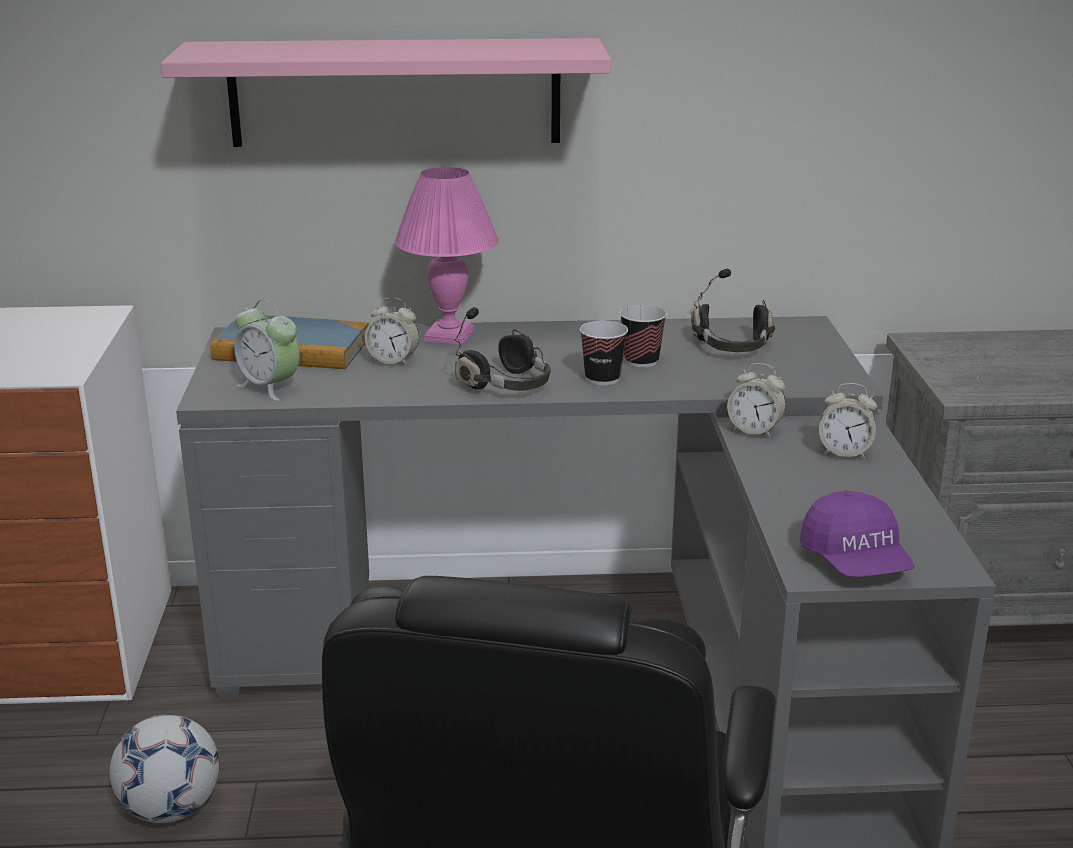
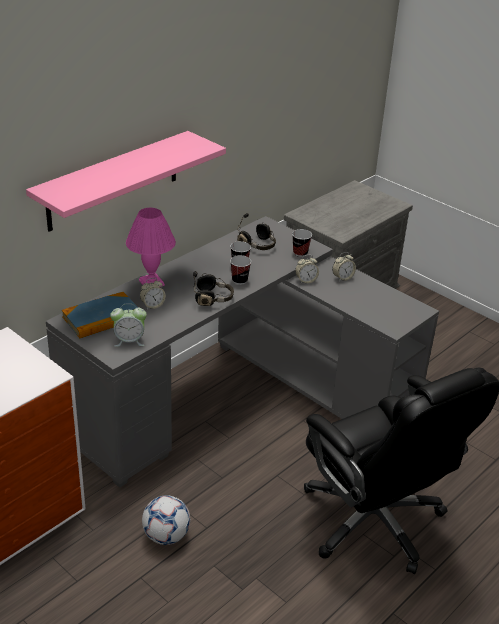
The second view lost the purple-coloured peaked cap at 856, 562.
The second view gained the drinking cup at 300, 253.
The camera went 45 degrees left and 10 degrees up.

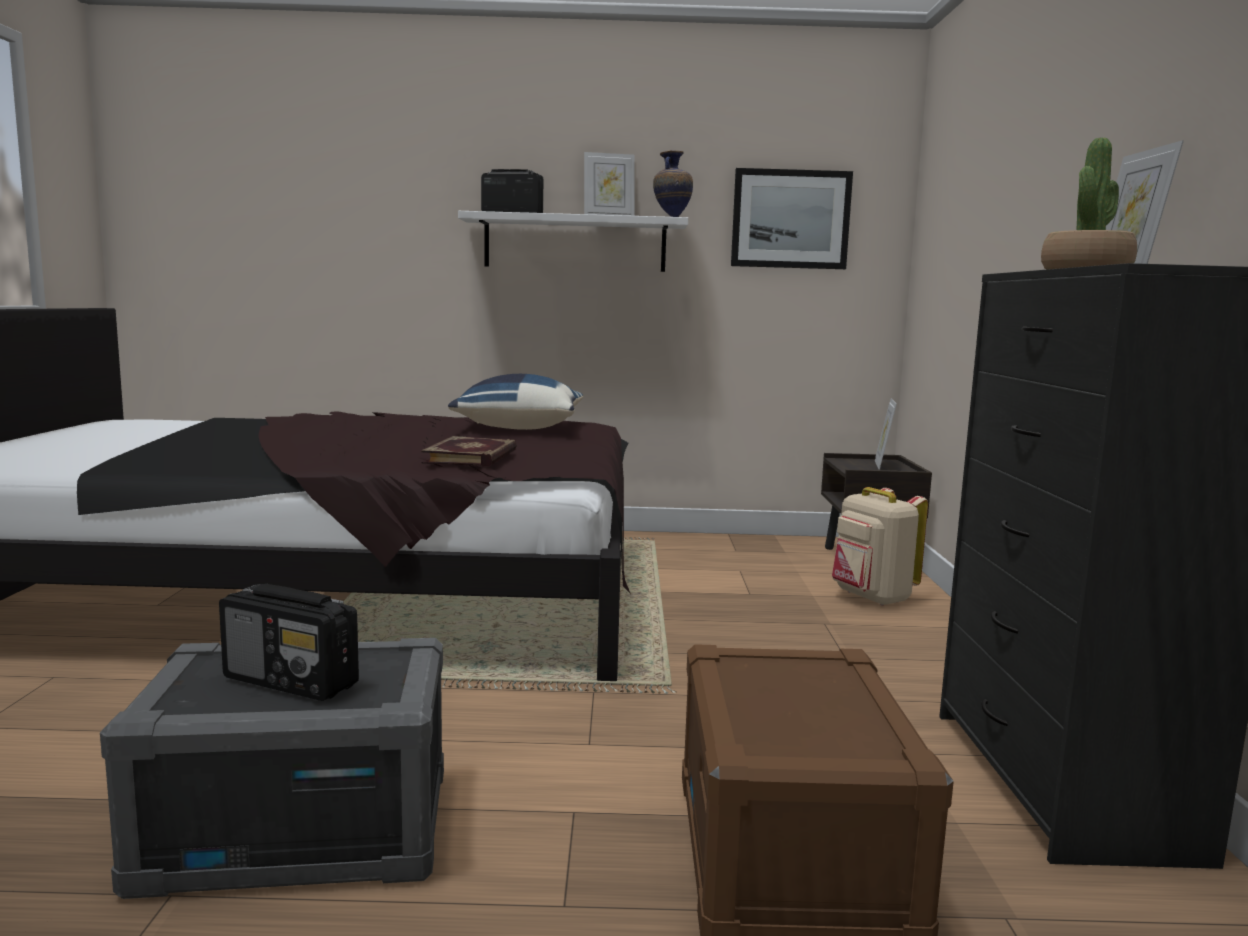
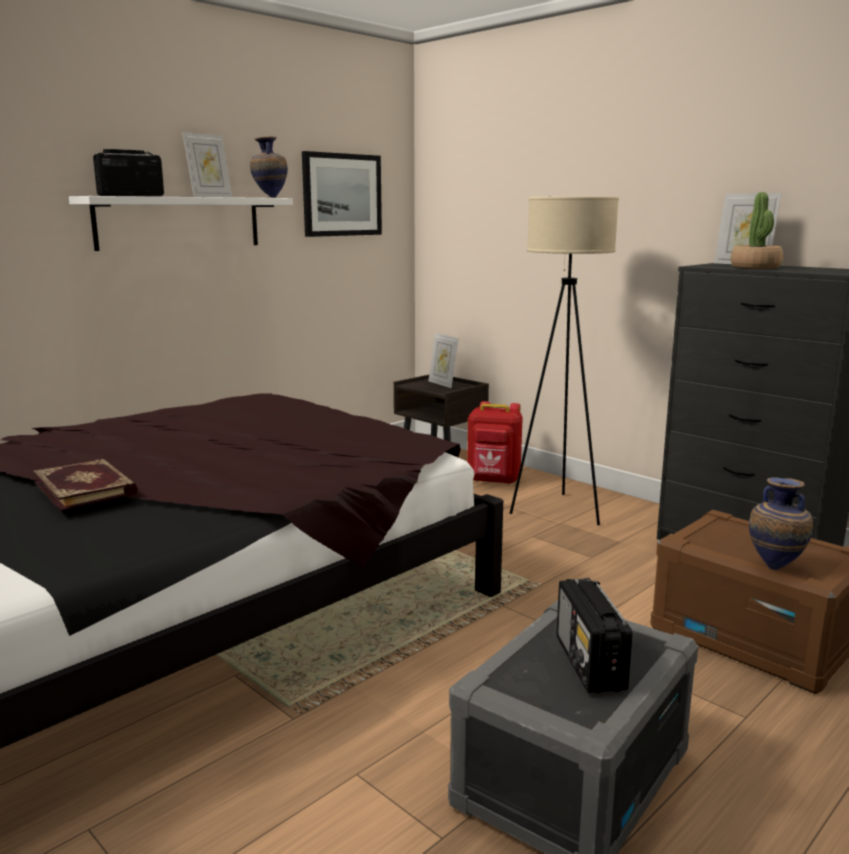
The second view lost the bluish pillow at 518, 428.
The second view gained the sand-coloured standard lamp at 558, 511.
The second view gained the decorative vase at 775, 567.
The volume ended up elsewhere, having gone from 472, 456 to 87, 488.
What was the sand-coloured knapsack at 871, 598 turned into the red knapsack at 494, 481.
The radio set at 291, 682 ended up facing another way, 105 degrees clockwise from before.
The camera went 45 degrees left and 5 degrees up.

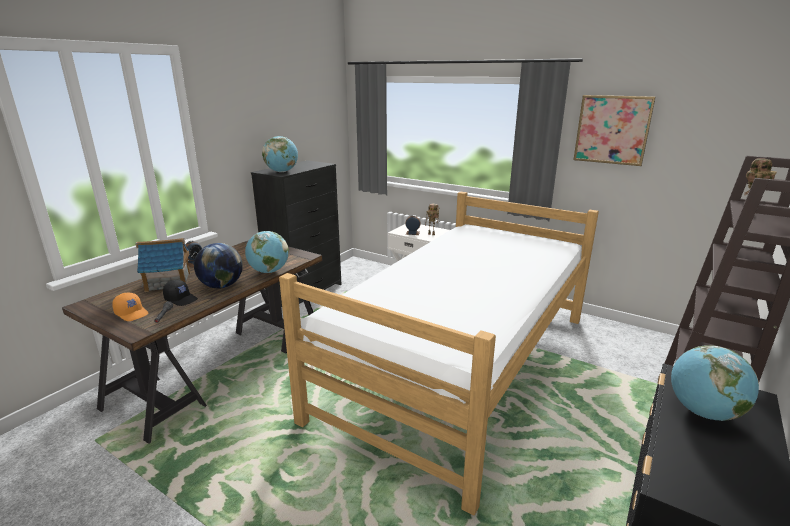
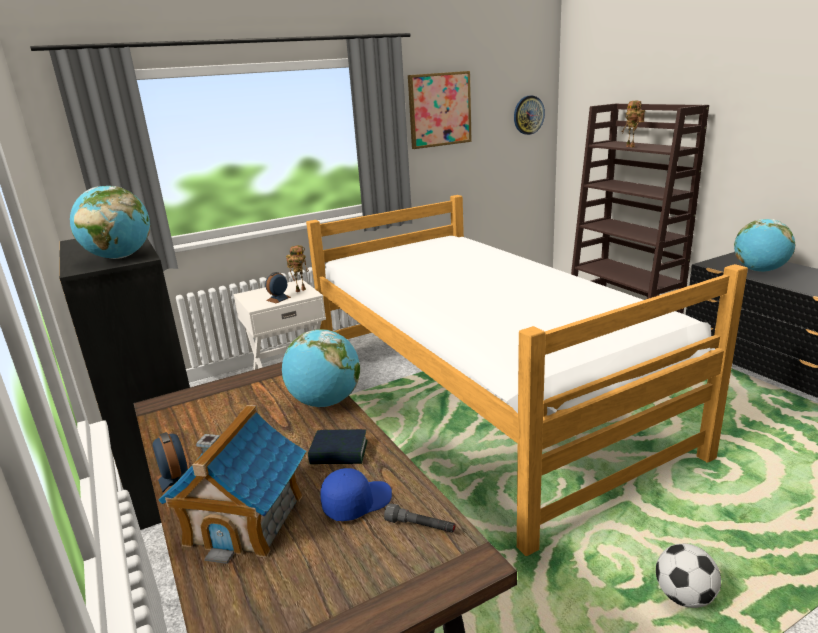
The second view lost the orange-coloured peaked cap at 132, 313.
The second view gained the clock on the wall at 528, 115.
The second view gained the football at 683, 596.
Where the world globe stood at 221, 286, the volume came to stand at 339, 453.
What was the black peaked cap at 181, 299 turned into the bluish peaked cap at 357, 502.
The camera went 60 degrees left and 0 degrees up.

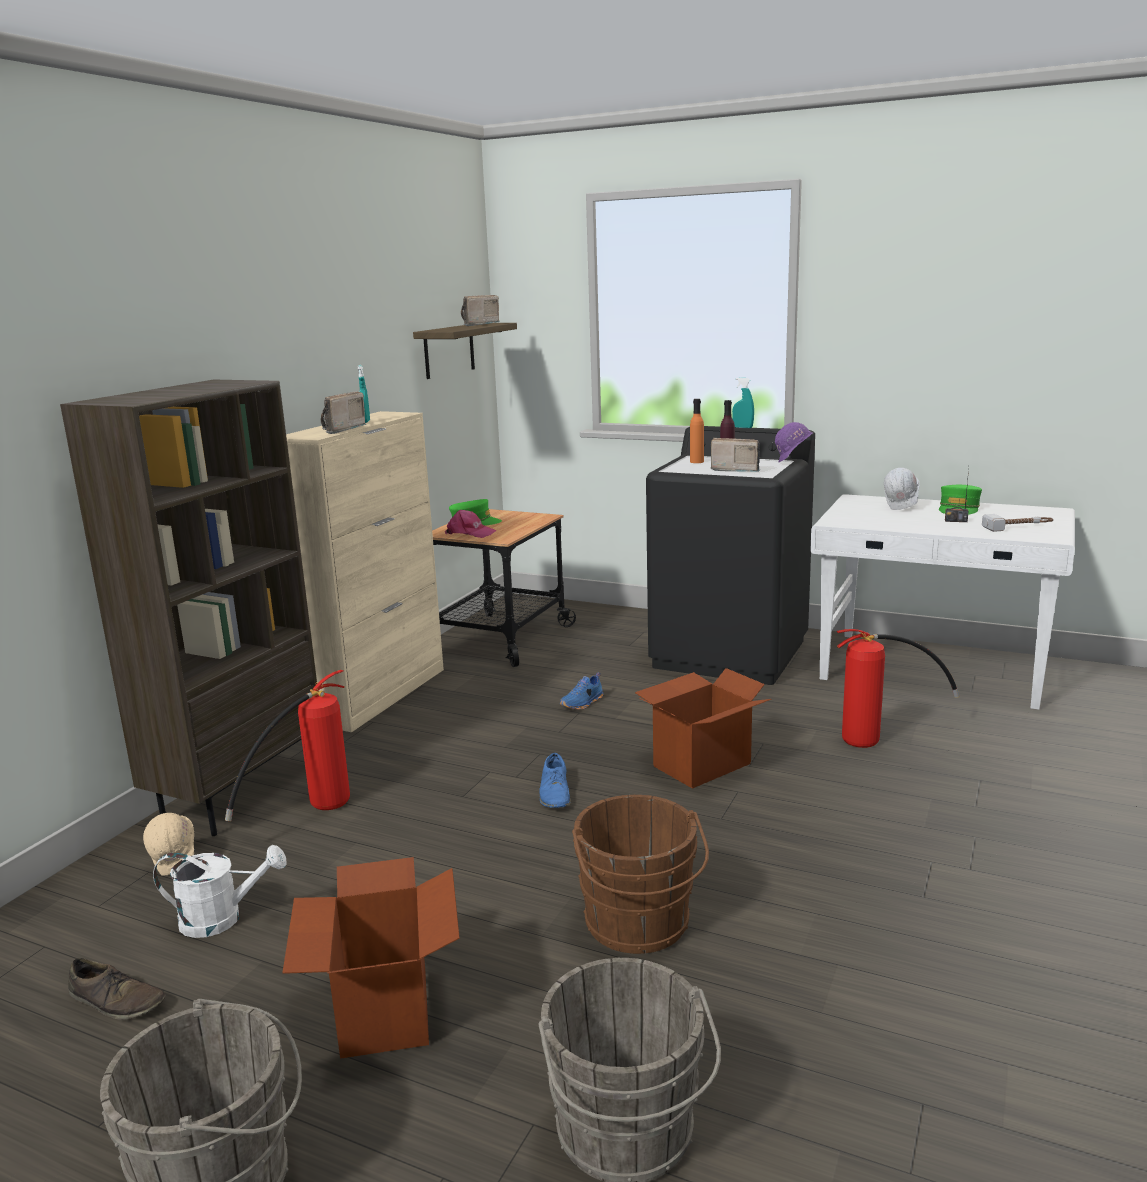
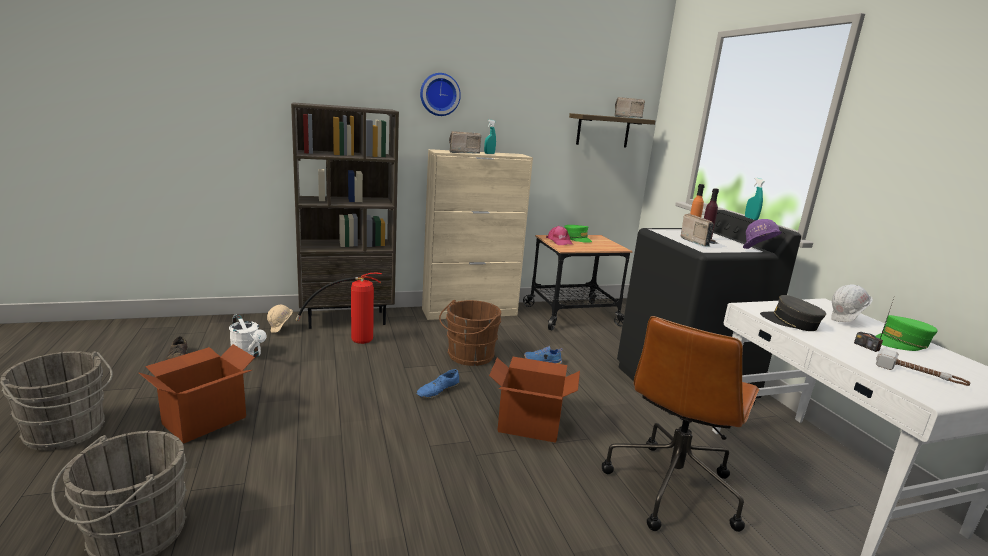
The second view gained the clock on the wall at 439, 94.
The second view gained the grey peaked cap at 790, 322.
The brown-coloured bucket ended up elsewhere, having gone from 638, 926 to 468, 356.
Where the fire extinguisher stood at 880, 738, the brown-coloured desk chair came to stand at 672, 487.
The camera went 45 degrees right and 0 degrees up.

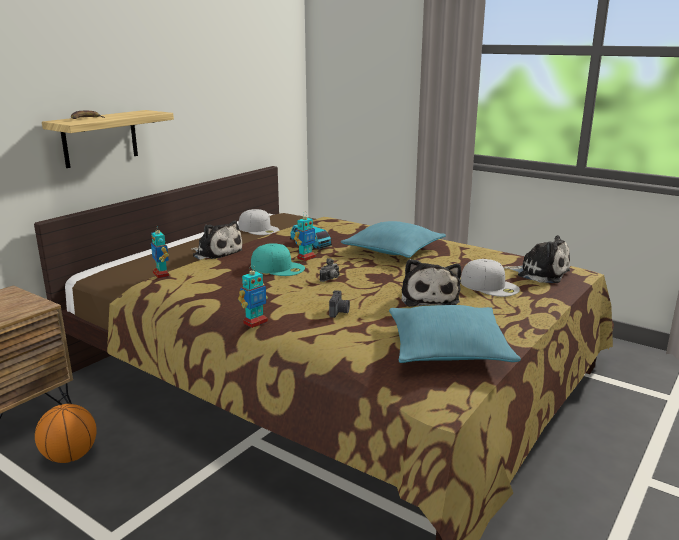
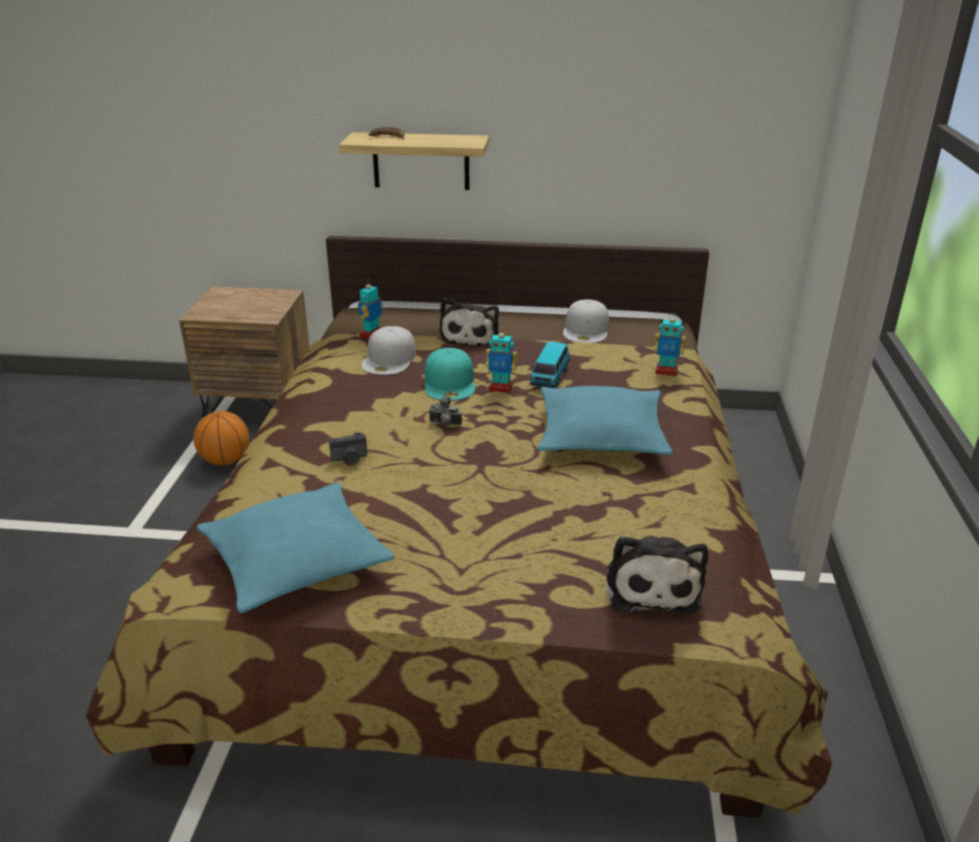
The second view lost the cuddly toy at 429, 297.
The model robot ended up elsewhere, having gone from 255, 322 to 666, 371.
The whitish peaked cap ended up elsewhere, having gone from 490, 285 to 390, 359.
The camera went 60 degrees right and 10 degrees up.

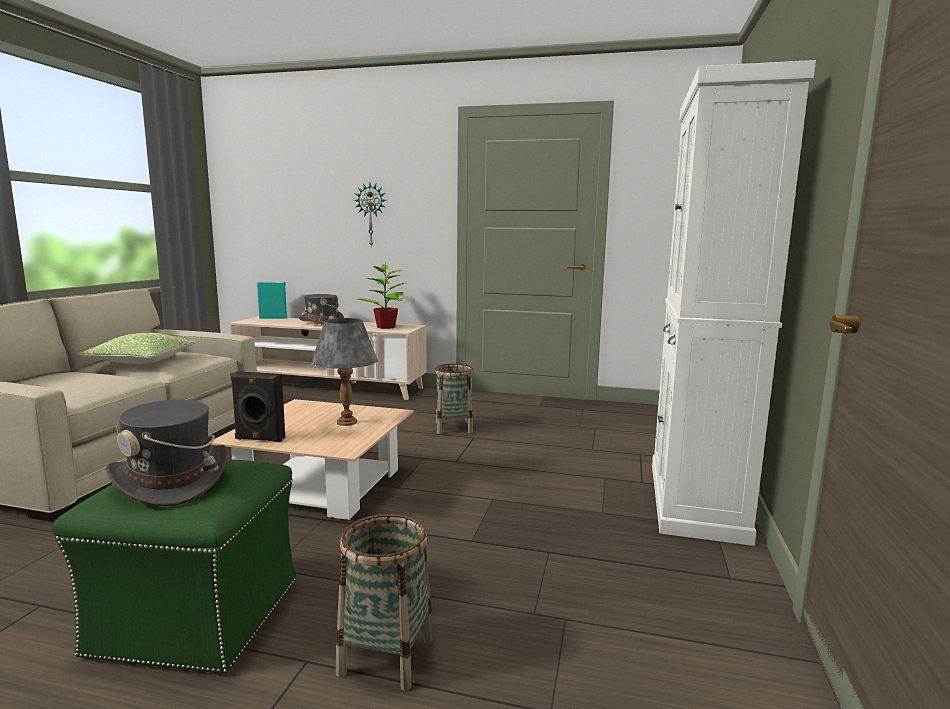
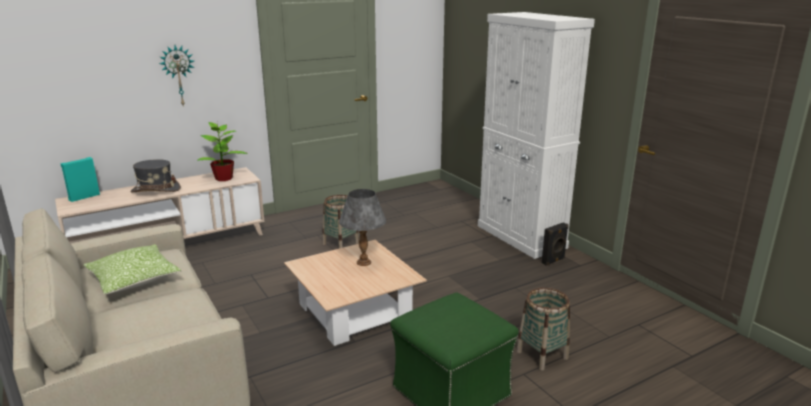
The second view lost the grey clothing hat at 172, 481.
The black speaker ended up elsewhere, having gone from 259, 439 to 553, 261.
The camera went 45 degrees left and 10 degrees up.

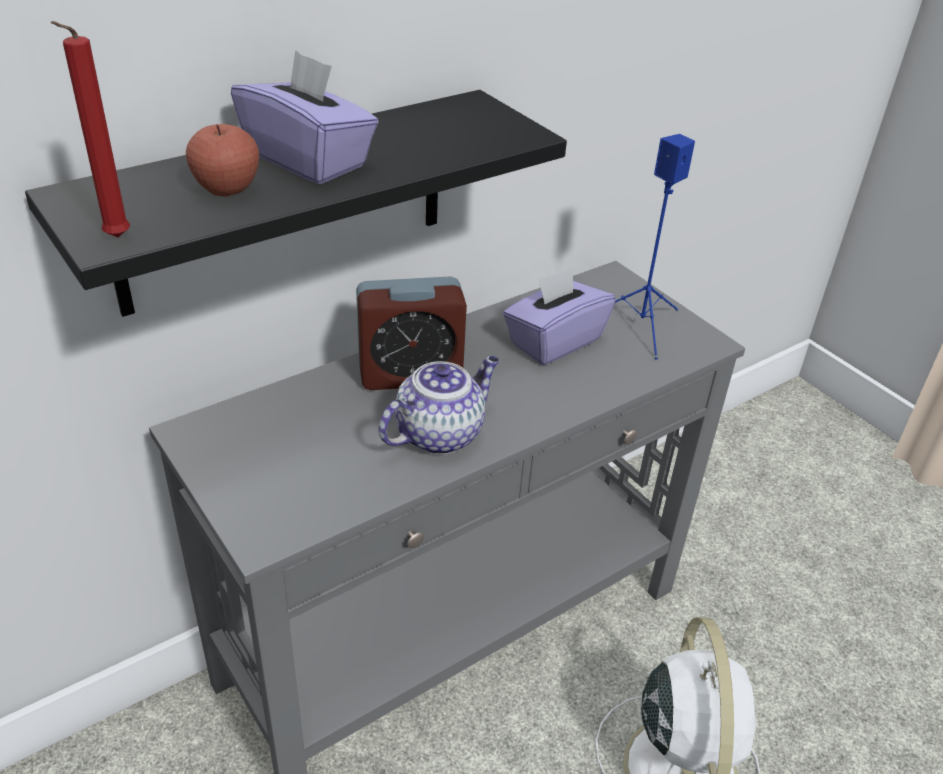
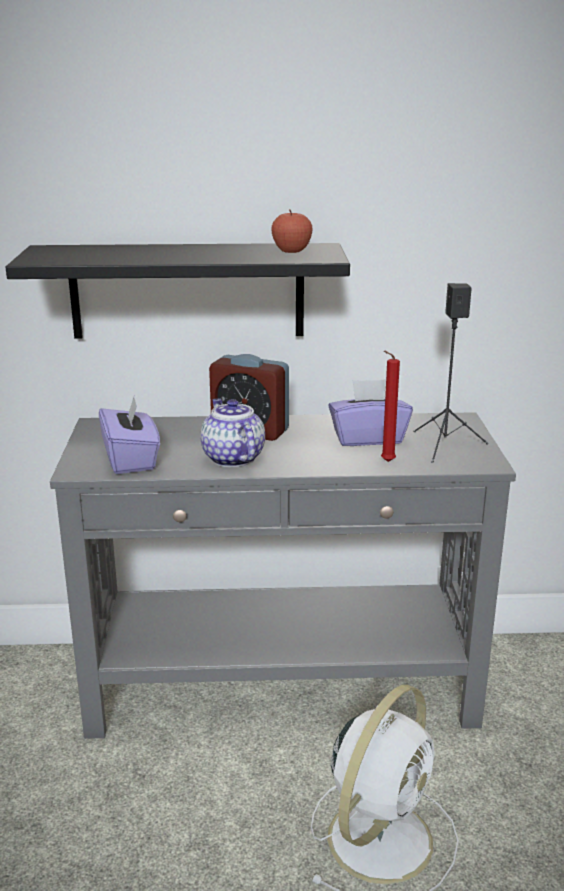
The red candle ended up elsewhere, having gone from 114, 239 to 385, 462.
The apple fruit ended up elsewhere, having gone from 227, 189 to 291, 251.
The purple-coloured tissue holder ended up elsewhere, having gone from 308, 160 to 131, 459.
What was the bluish speaker at 641, 327 turned into the black speaker at 444, 446.
The teapot at 440, 433 ended up facing another way, 105 degrees counterclockwise from before.
The camera went 35 degrees right and 15 degrees down.

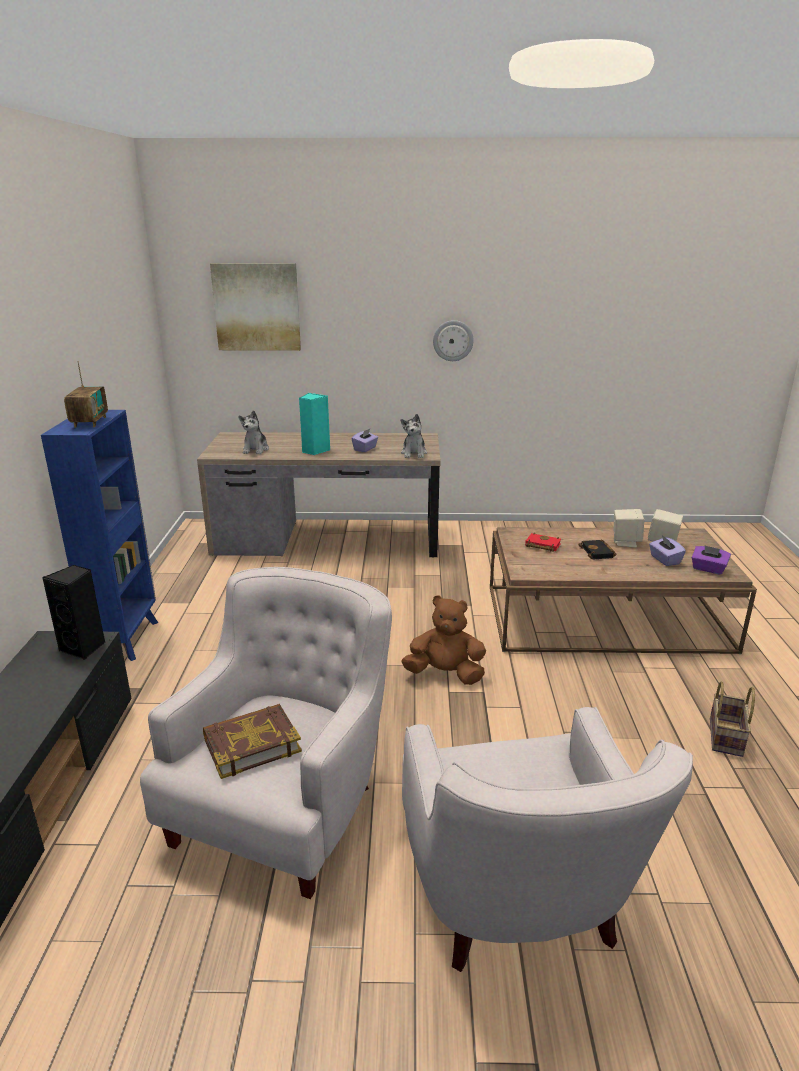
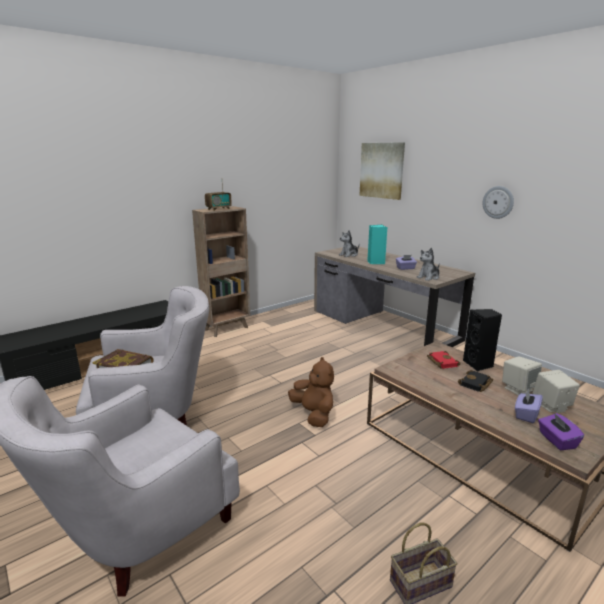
The black speaker ended up elsewhere, having gone from 84, 648 to 479, 365.
What was the bluish bookshelf at 126, 639 turned into the brown-coloured bookshelf at 227, 328.
The camera went 50 degrees right and 5 degrees down.

